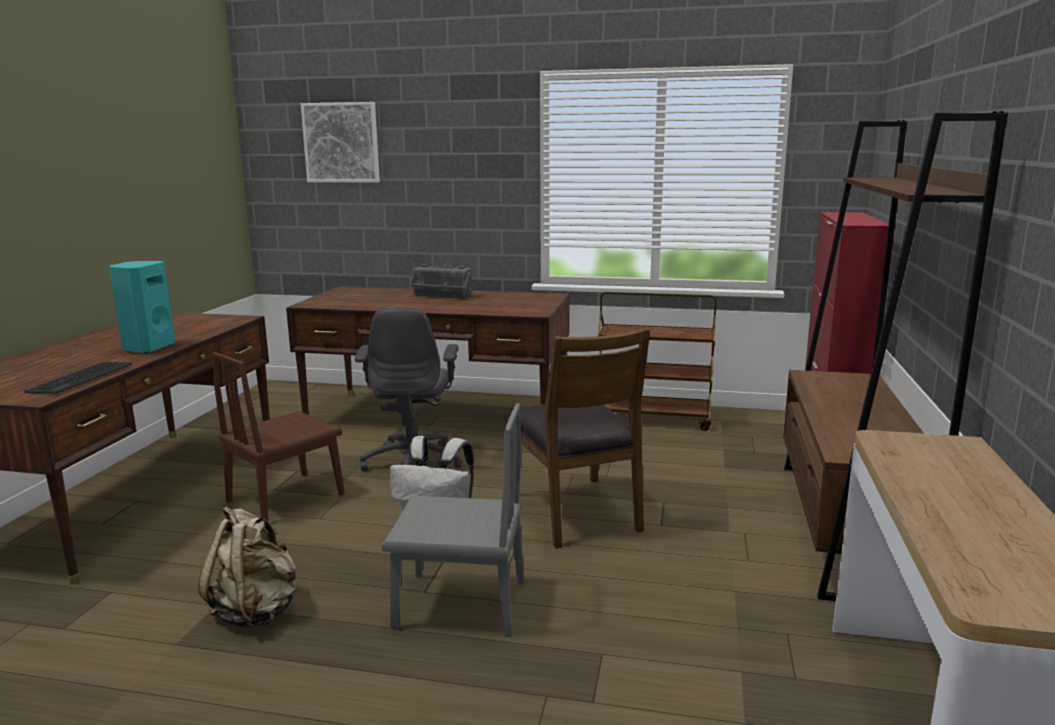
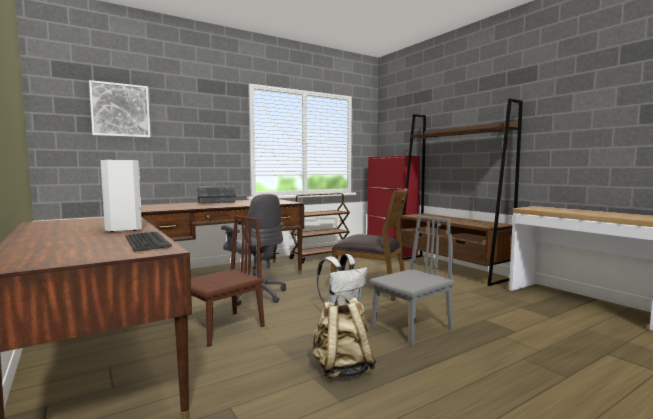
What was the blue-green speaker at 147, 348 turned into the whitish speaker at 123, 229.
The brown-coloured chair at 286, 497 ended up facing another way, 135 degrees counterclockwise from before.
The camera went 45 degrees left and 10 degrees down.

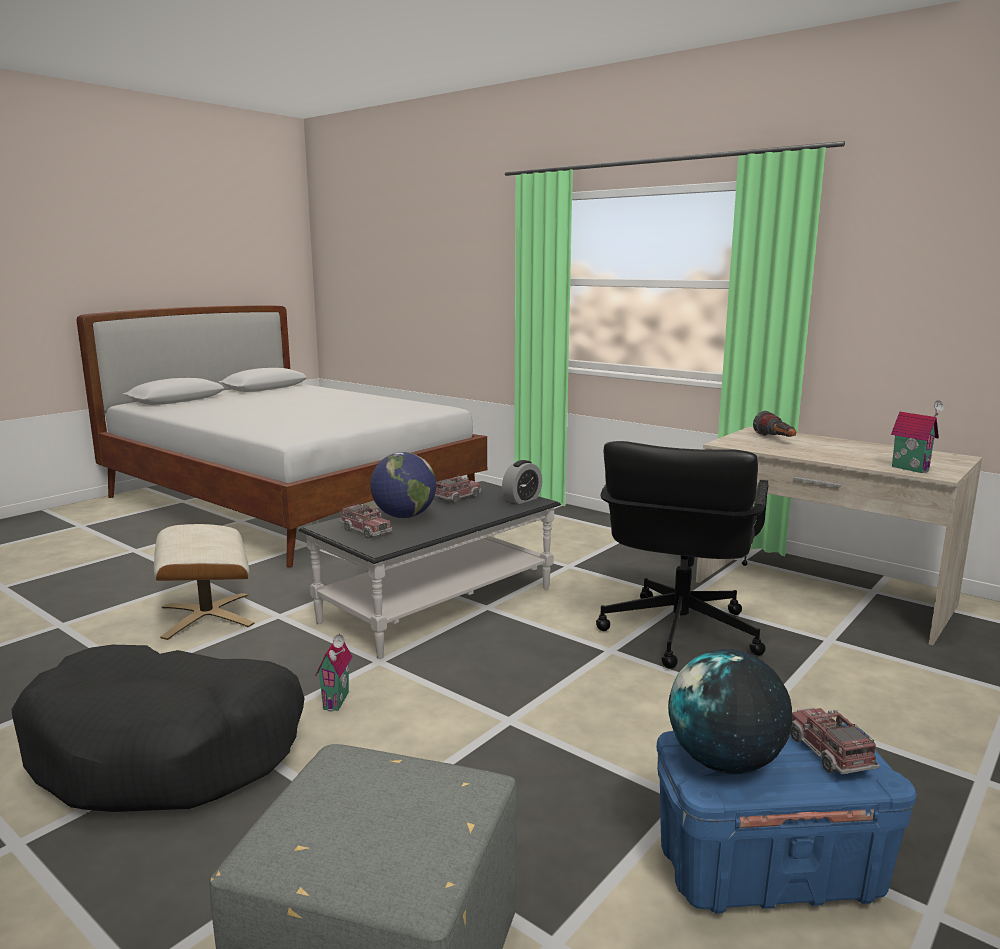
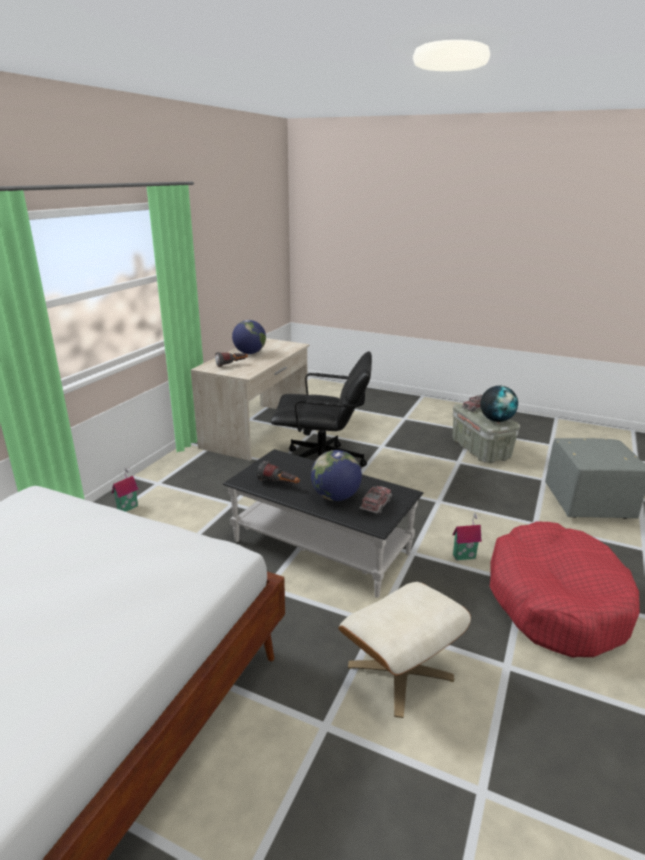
The second view lost the alarm clock at 522, 499.
The second view gained the world globe at 249, 353.
The toy house ended up elsewhere, having gone from 911, 468 to 127, 507.
Where the toy lorry stood at 457, 497, the hand torch came to stand at 279, 484.
What was the black dog cushion at 168, 751 turned into the red dog cushion at 555, 601.
What was the bluish storage bin at 767, 872 turned into the grey storage bin at 481, 450.
The camera went 105 degrees left and 10 degrees up.

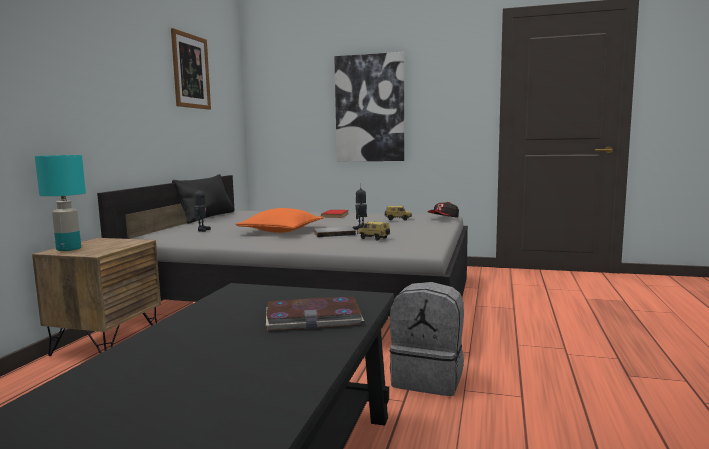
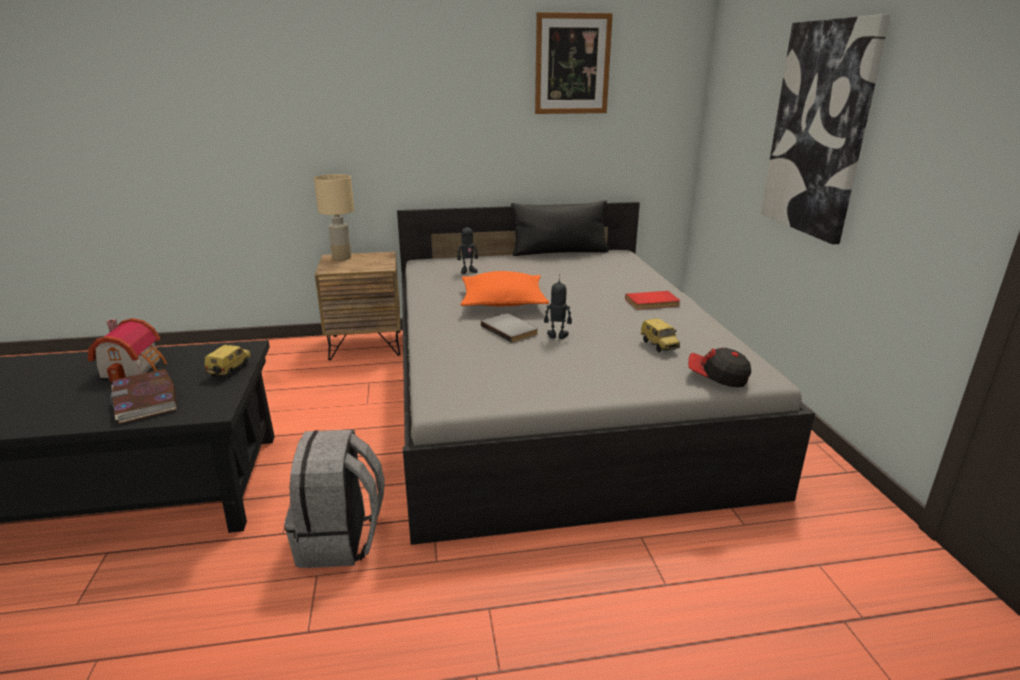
The second view gained the toy house at 135, 367.
The toy car ended up elsewhere, having gone from 373, 239 to 230, 370.
What was the blue-green table lamp at 69, 249 turned into the sand-coloured table lamp at 341, 258.
The camera went 65 degrees right and 15 degrees up.

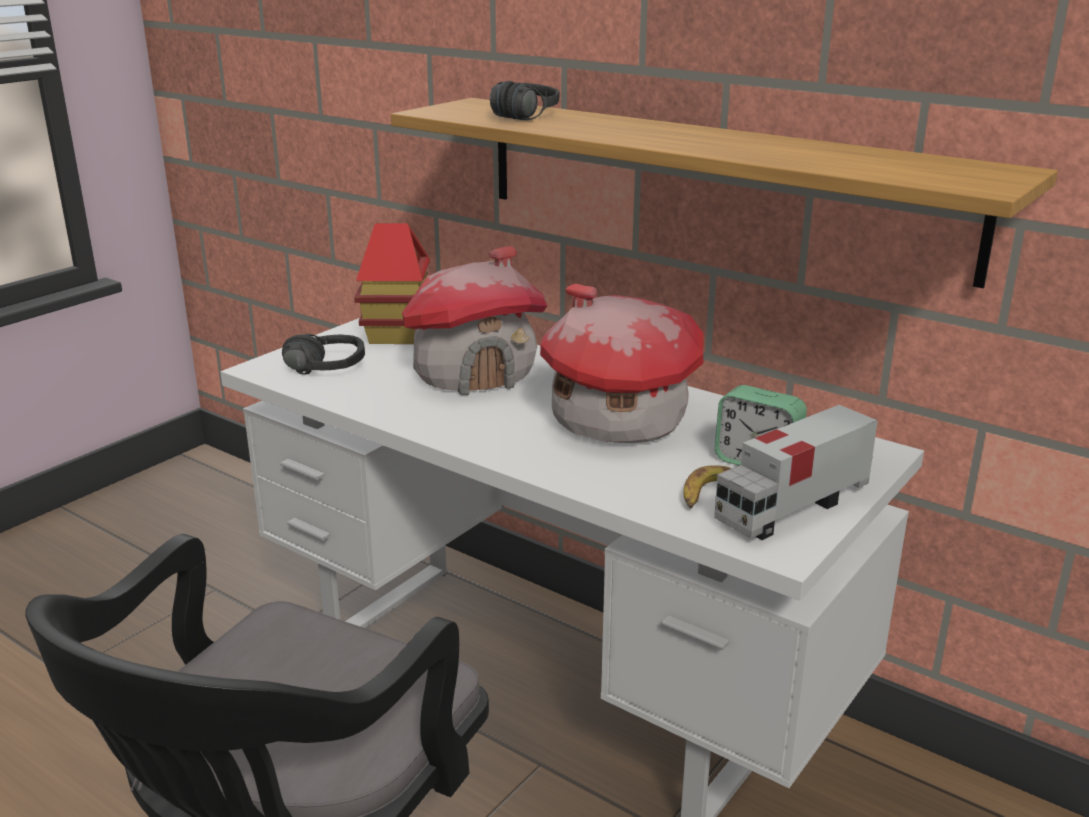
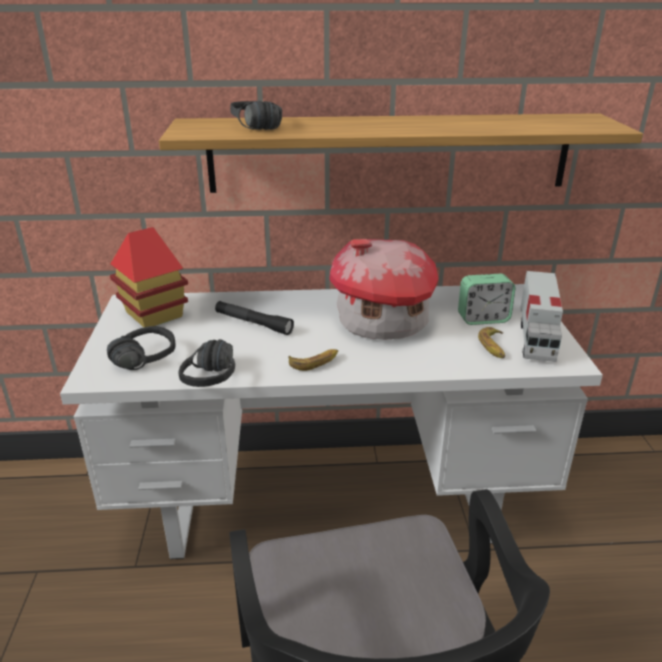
The second view gained the black headset at 221, 377.
The second view gained the banana at 314, 362.
Where the toy house stood at 475, 373, the black hand torch came to stand at 253, 323.
The camera went 40 degrees left and 5 degrees up.

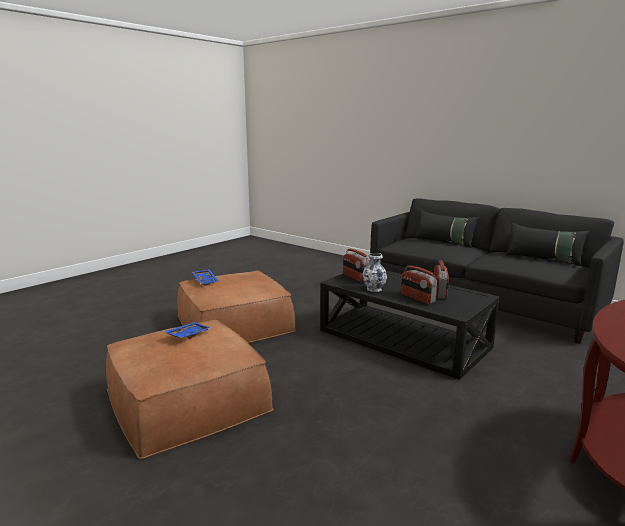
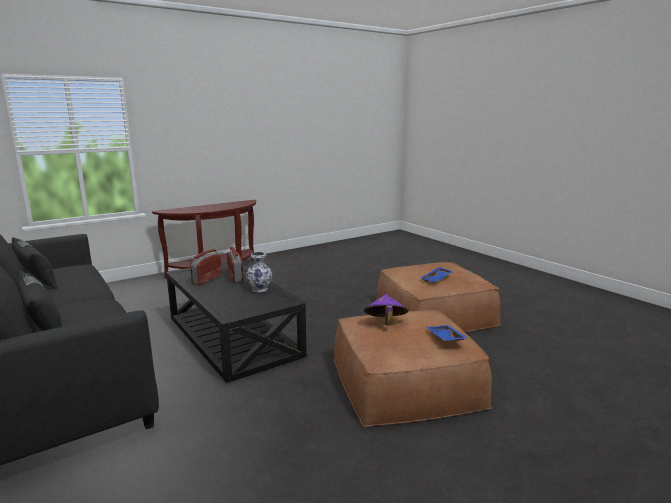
The second view lost the radio set at 355, 278.
The second view gained the purple-coloured clothing hat at 385, 323.
The camera went 165 degrees left and 0 degrees up.

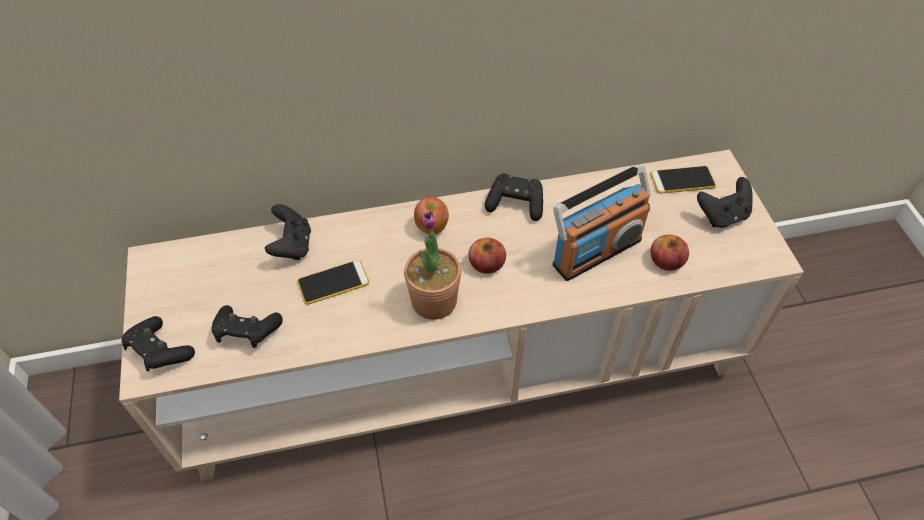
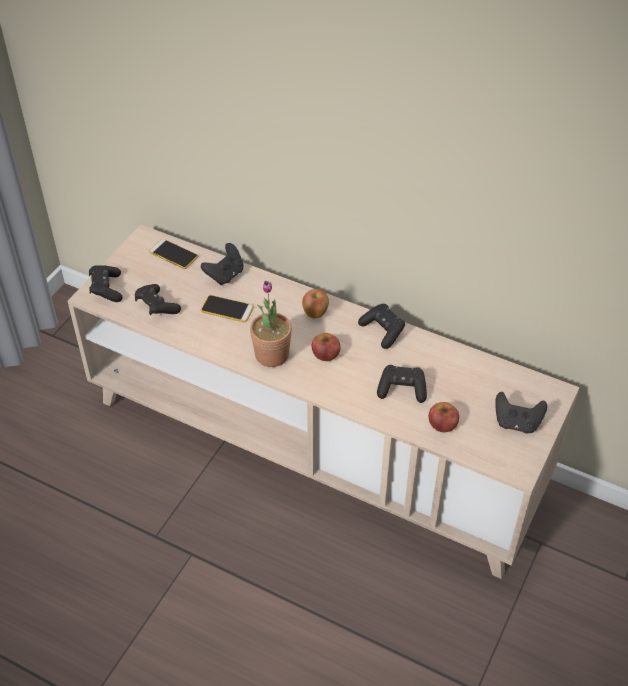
The handset ended up elsewhere, having gone from 682, 180 to 173, 254.
Where the radio set stood at 596, 251, the black gamepad came to stand at 402, 389.
The camera went 40 degrees right and 5 degrees down.

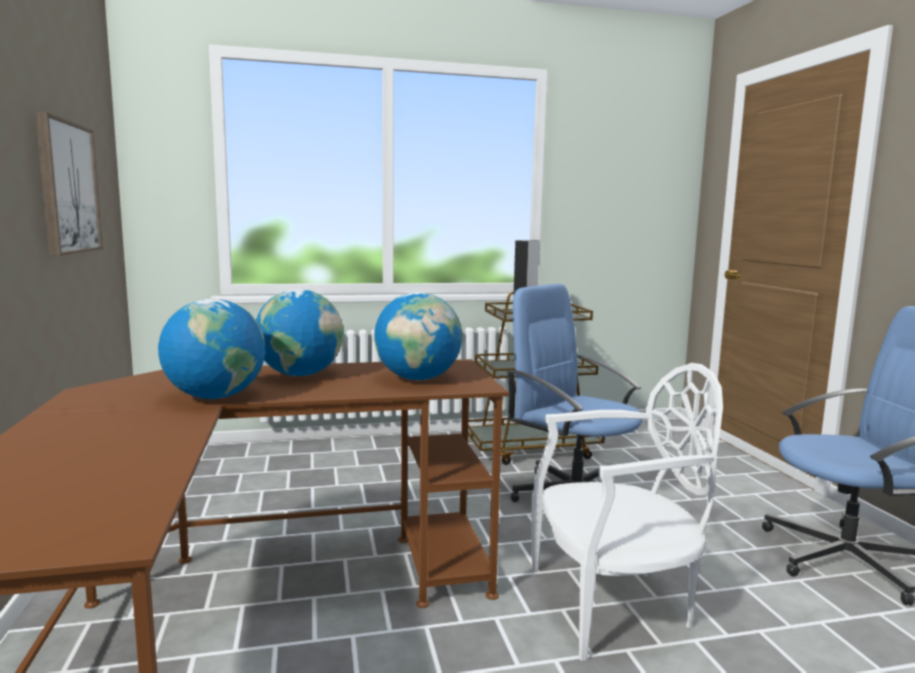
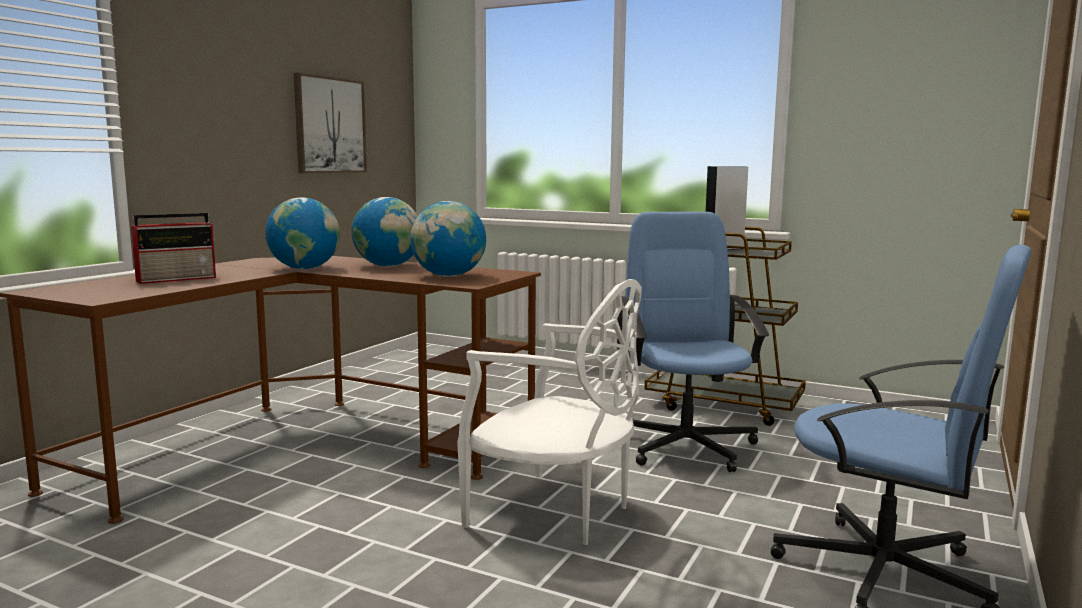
The second view gained the radio set at 178, 279.
The camera went 40 degrees right and 0 degrees up.

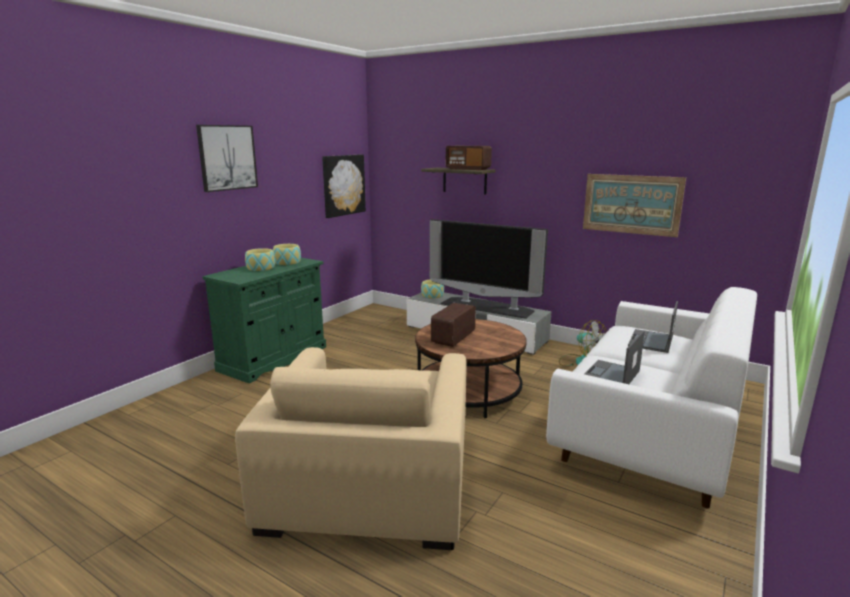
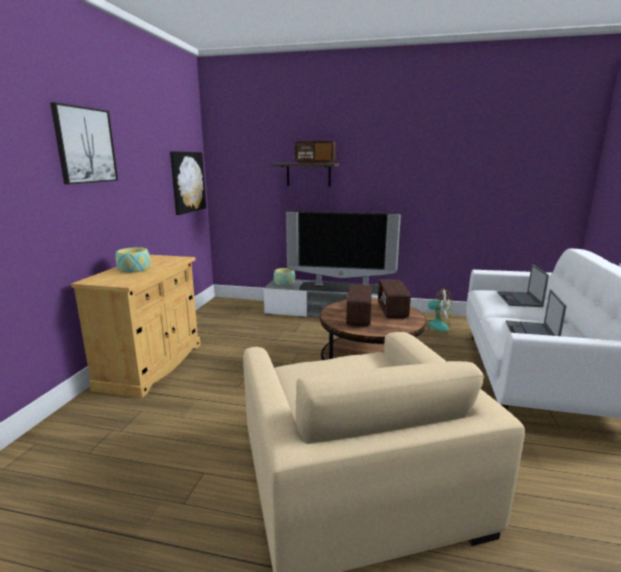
The second view lost the serving bowl at 287, 262.
The second view lost the wall art at 631, 204.
The second view gained the radio set at 392, 311.
What was the green cupboard at 274, 358 turned into the sand-coloured cupboard at 152, 365.
The camera went 20 degrees left and 0 degrees up.

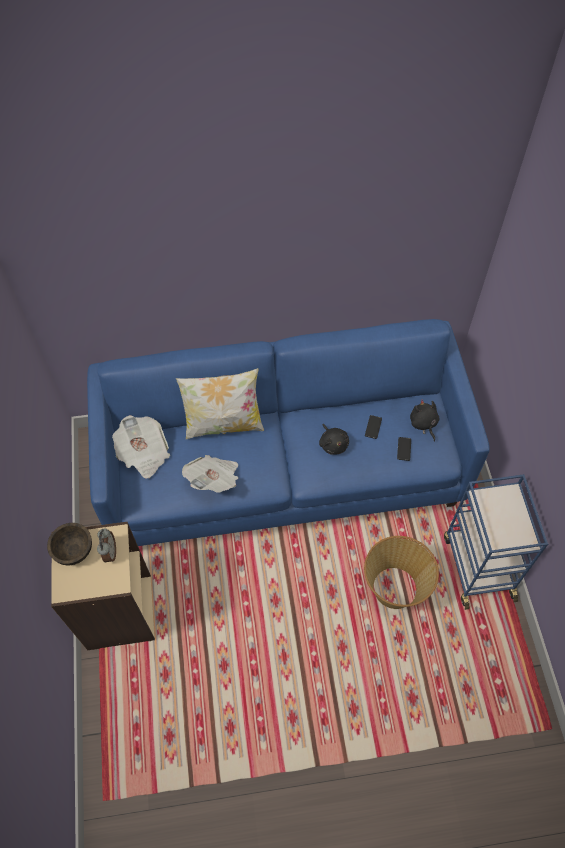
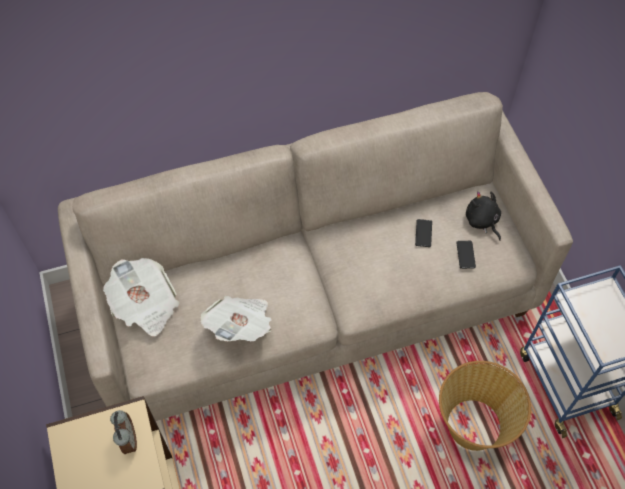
The second view lost the brown-coloured serving bowl at 73, 550.
The second view lost the pillow at 224, 424.
The second view lost the black cuddly toy at 333, 444.
What was the bluish sofa at 283, 468 turned into the sand-coloured sofa at 313, 298.
The camera went 10 degrees left and 0 degrees up.

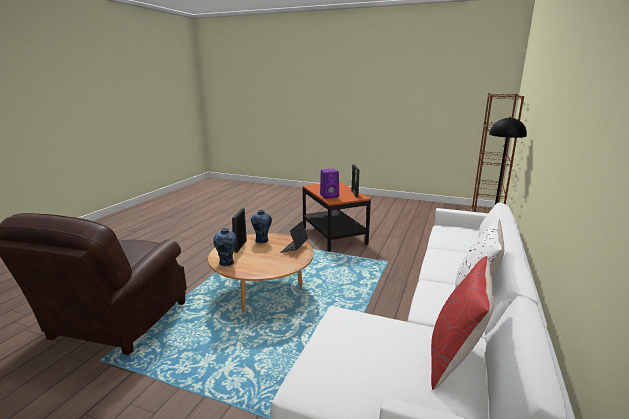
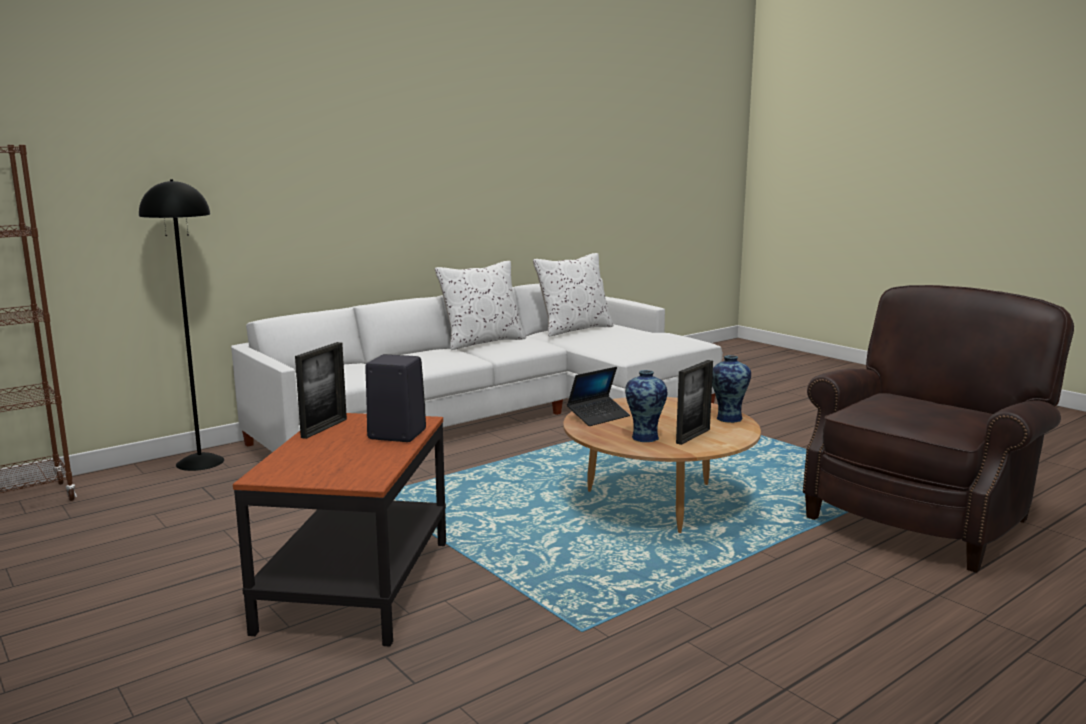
What was the purple-coloured speaker at 330, 196 turned into the black speaker at 395, 434.
What was the red pillow at 455, 357 turned into the whitish pillow at 573, 329.
The camera went 150 degrees left and 5 degrees down.

